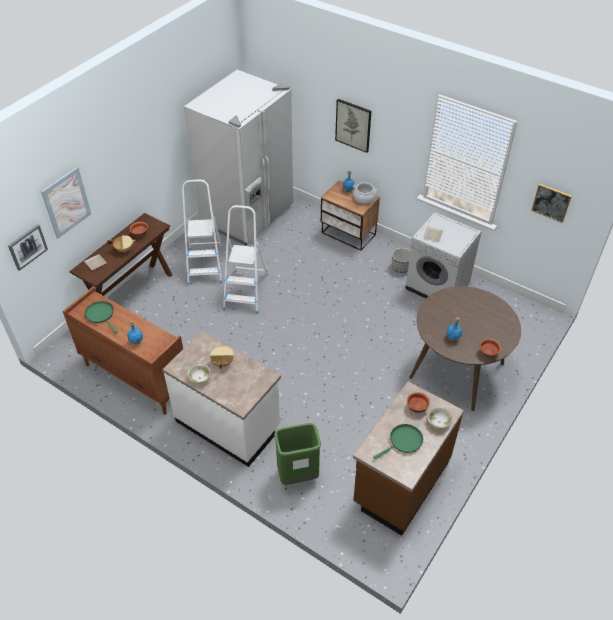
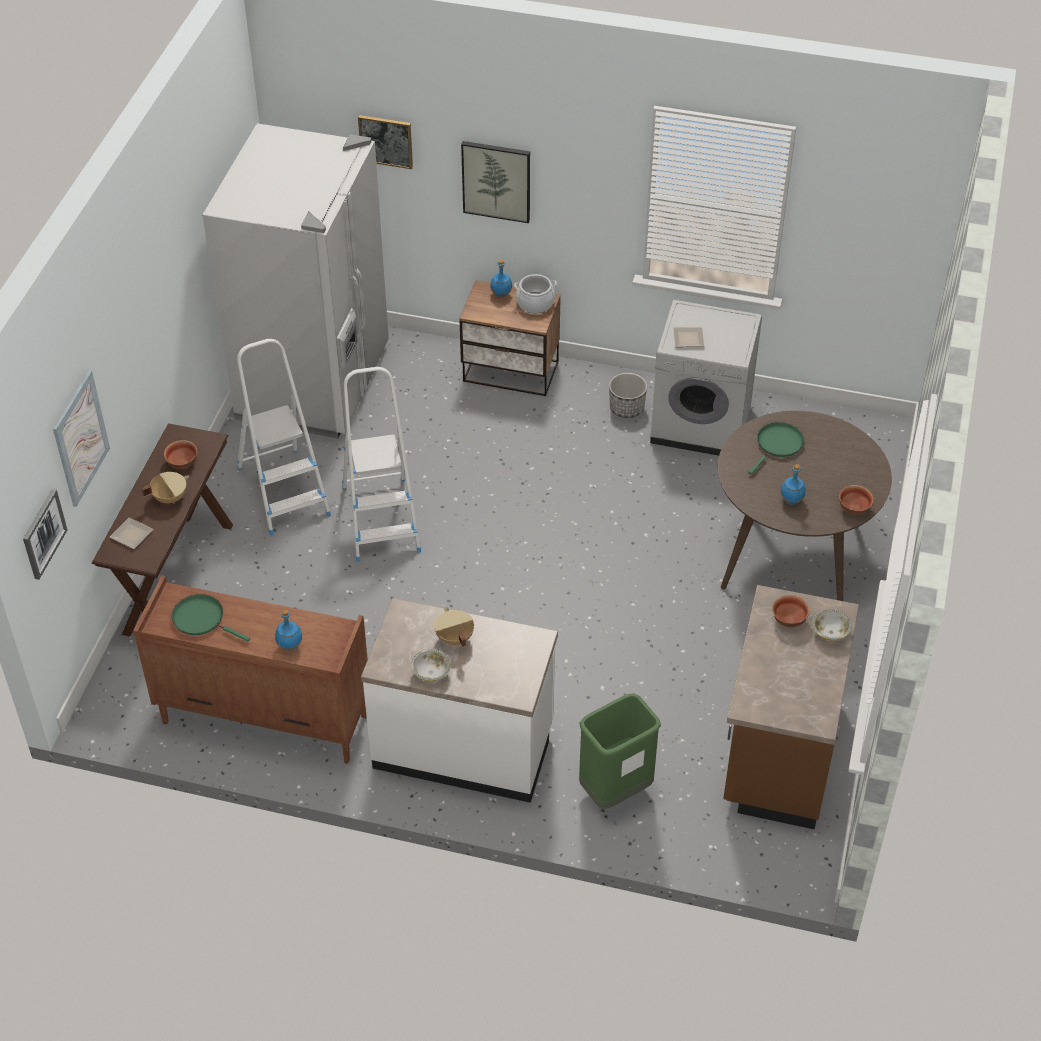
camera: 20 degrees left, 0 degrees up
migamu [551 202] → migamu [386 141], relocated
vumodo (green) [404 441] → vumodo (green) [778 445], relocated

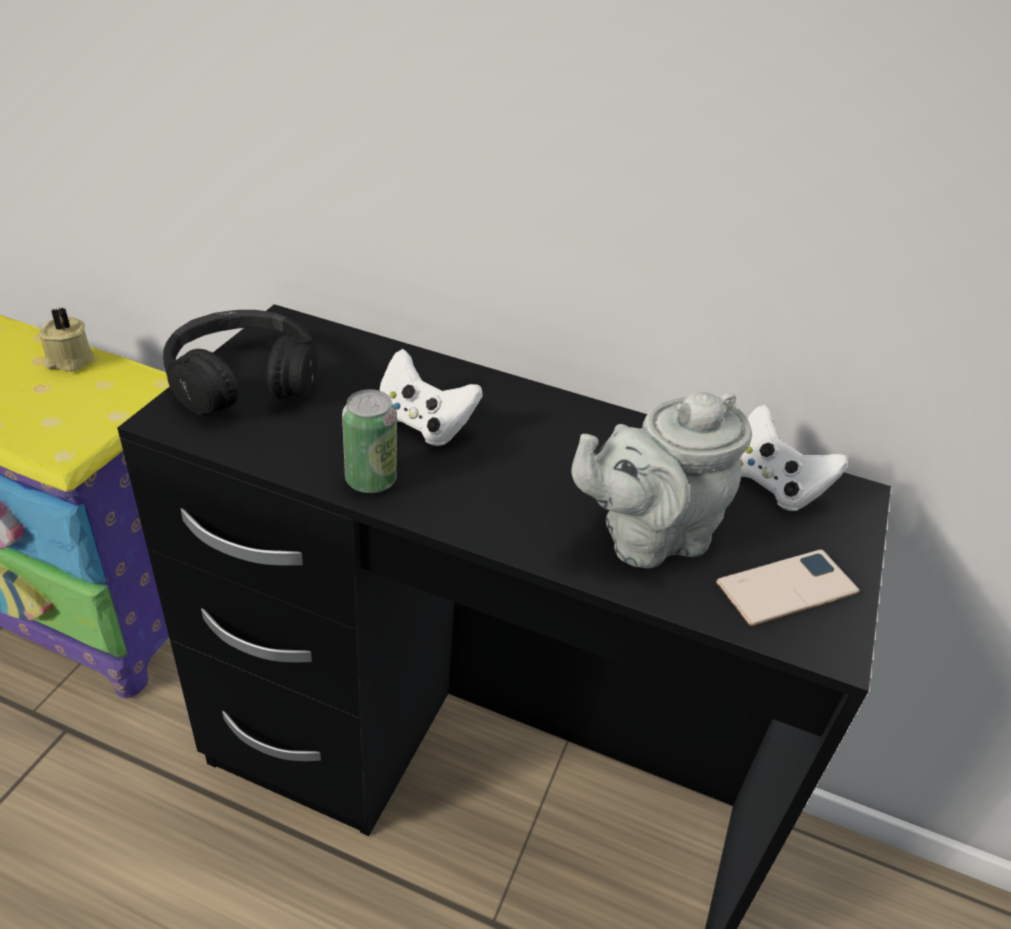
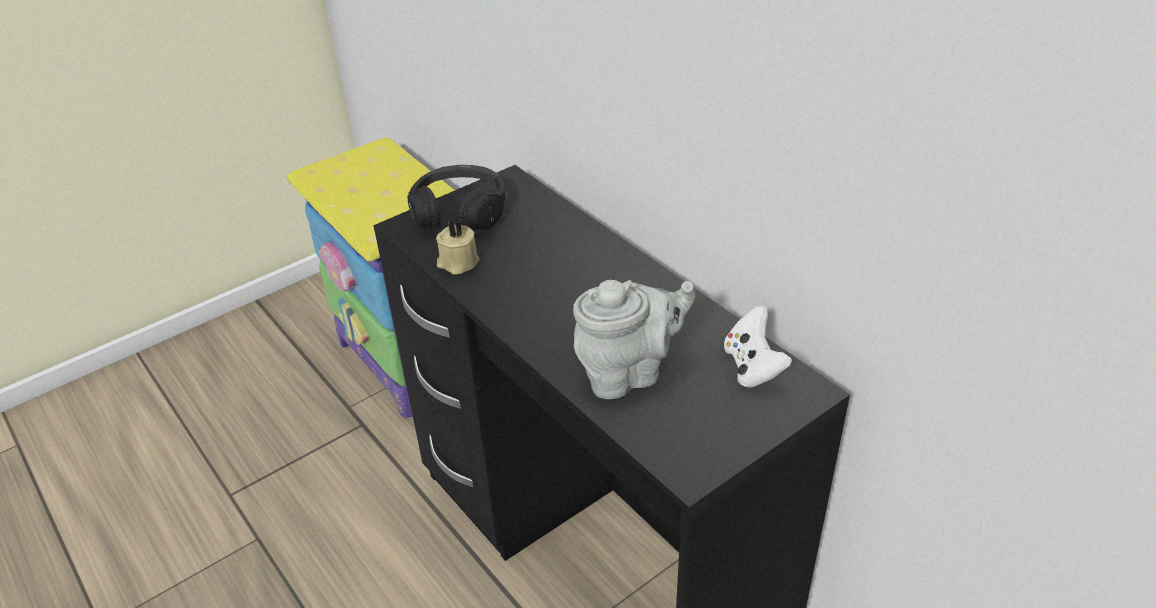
camera: 35 degrees right, 0 degrees up
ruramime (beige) [69 360] → ruramime (beige) [457 263], relocated
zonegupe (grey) [647 536] → zonegupe (grey) [629 373], 150 degrees clockwise
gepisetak [371 480] → -
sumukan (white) [423 424] → -
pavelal [787 588] → -

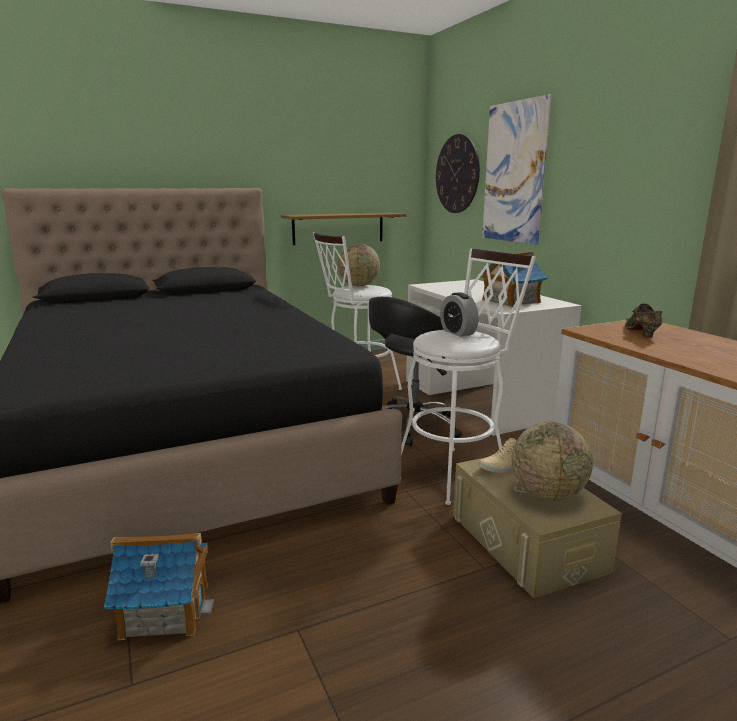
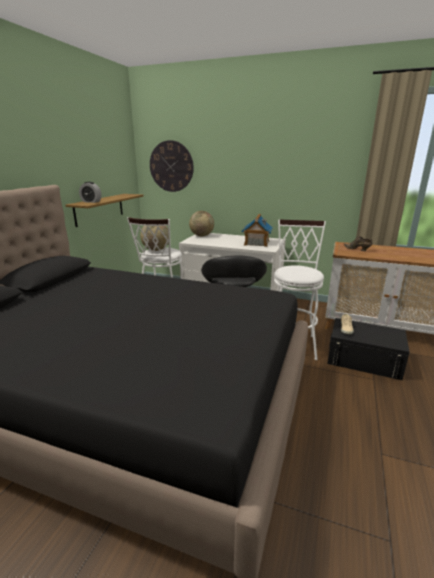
camera: 45 degrees left, 5 degrees up
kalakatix [458 332] → kalakatix [91 202], relocated
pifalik [547 494] → pifalik [201 235], relocated
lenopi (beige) [526 542] → lenopi (black) [364 359]
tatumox [165 610] → -
migamu [514 173] → -

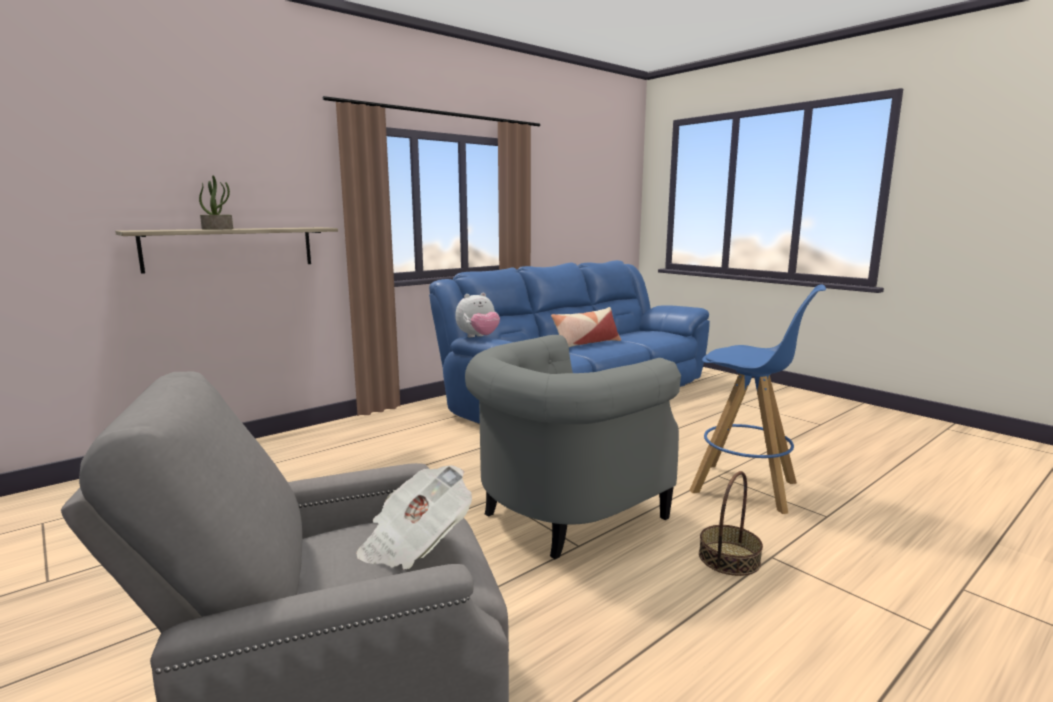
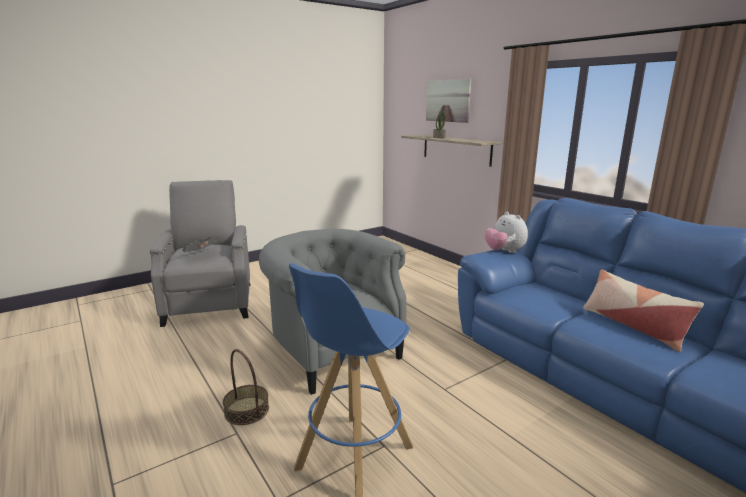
camera: 95 degrees right, 5 degrees up
- → migamu [447 101]

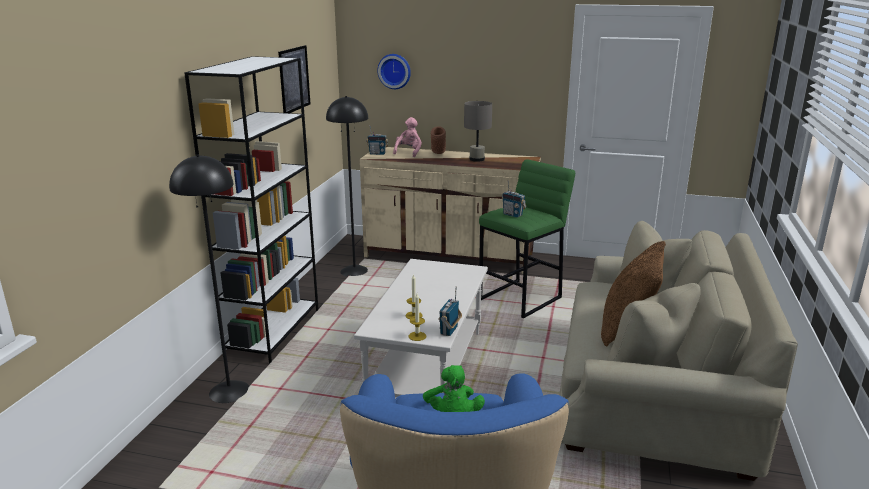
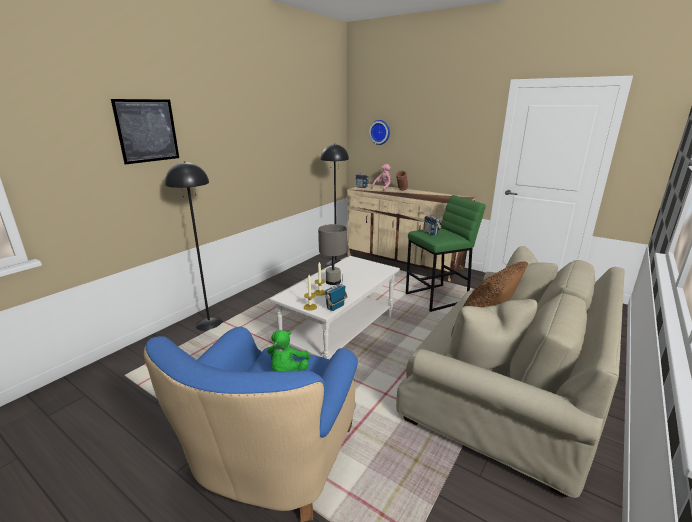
camera: 20 degrees right, 0 degrees up
migamu [294 79] → migamu [147 131], relocated
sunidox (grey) [477 159] → sunidox (grey) [333 281], relocated
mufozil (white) [273 331] → -

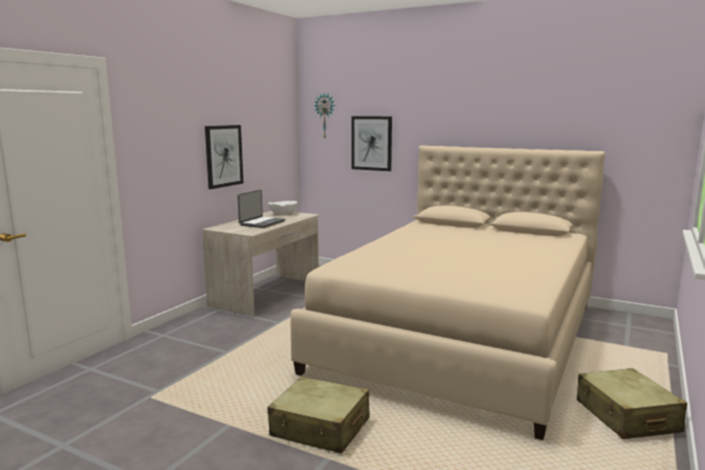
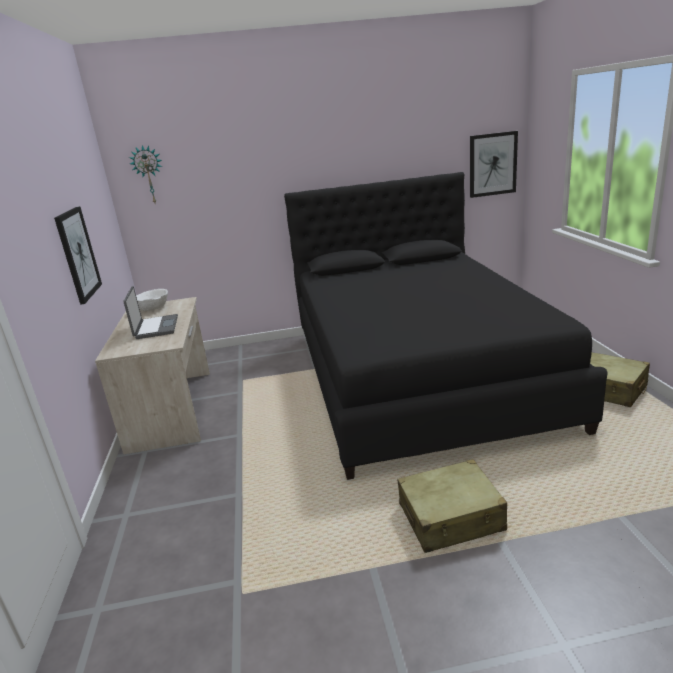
camera: 35 degrees left, 10 degrees up
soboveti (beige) [462 336] → soboveti (black) [418 374]
migamu [371 143] → migamu [492 164], relocated

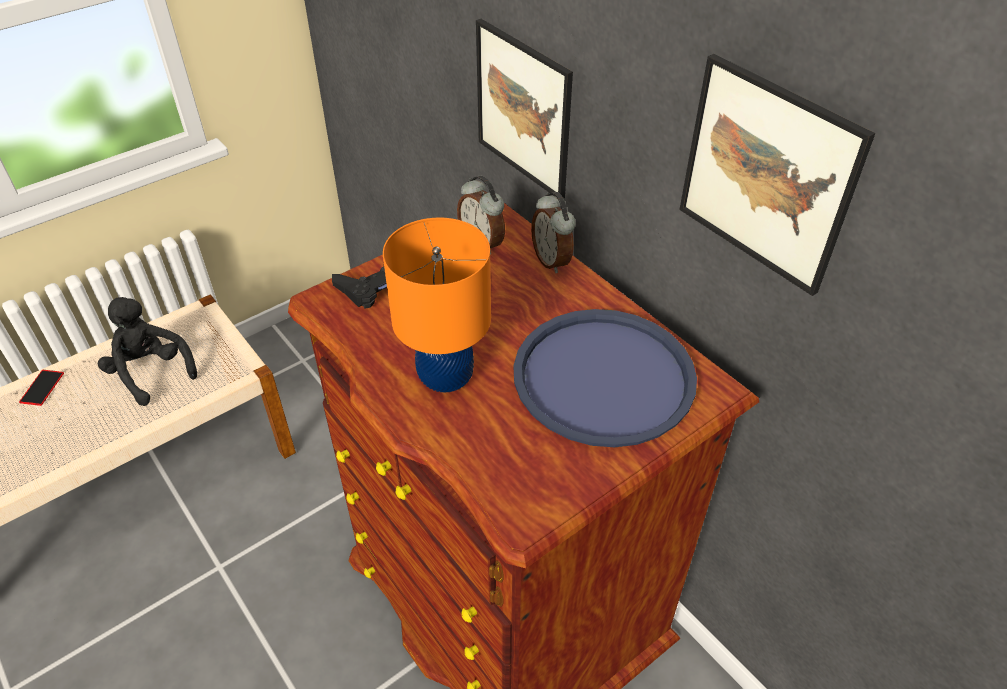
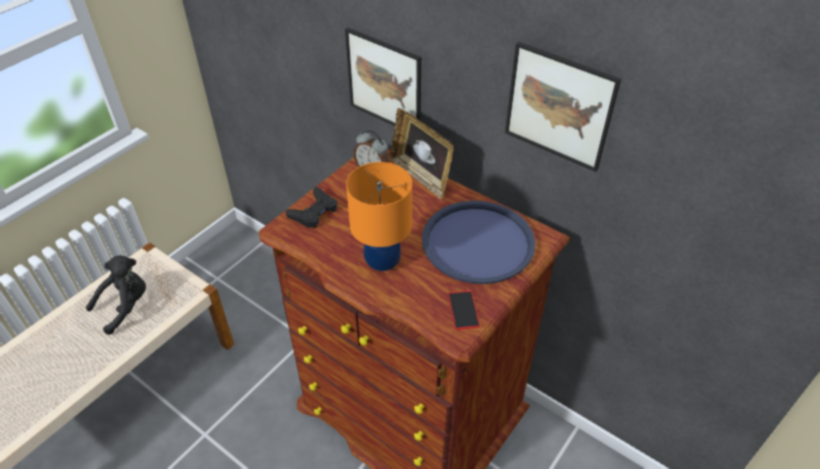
camera: 15 degrees left, 0 degrees up
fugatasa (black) [151 372] → fugatasa (black) [126 306], 105 degrees clockwise
kalakatix [552 260] → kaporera [421 176]
pavelal [42 387] → pavelal [463 310], relocated

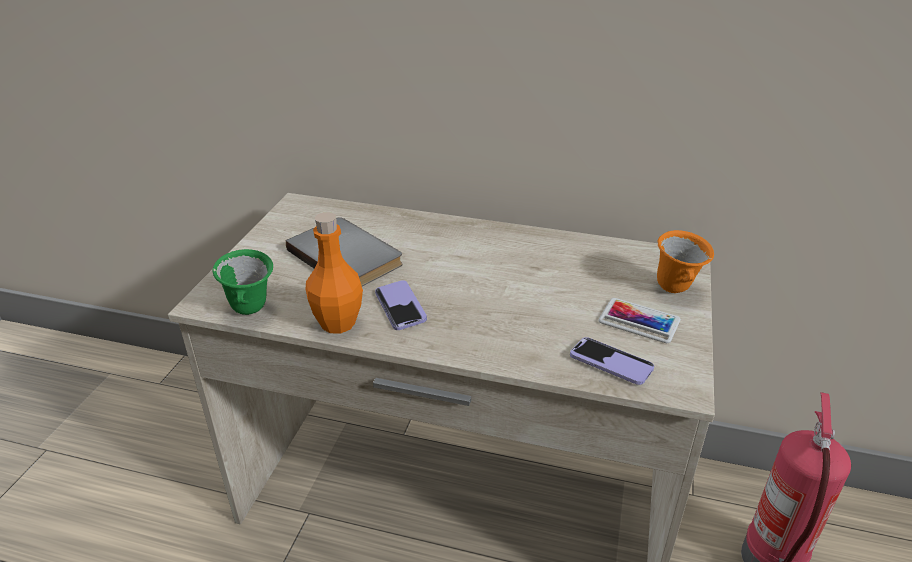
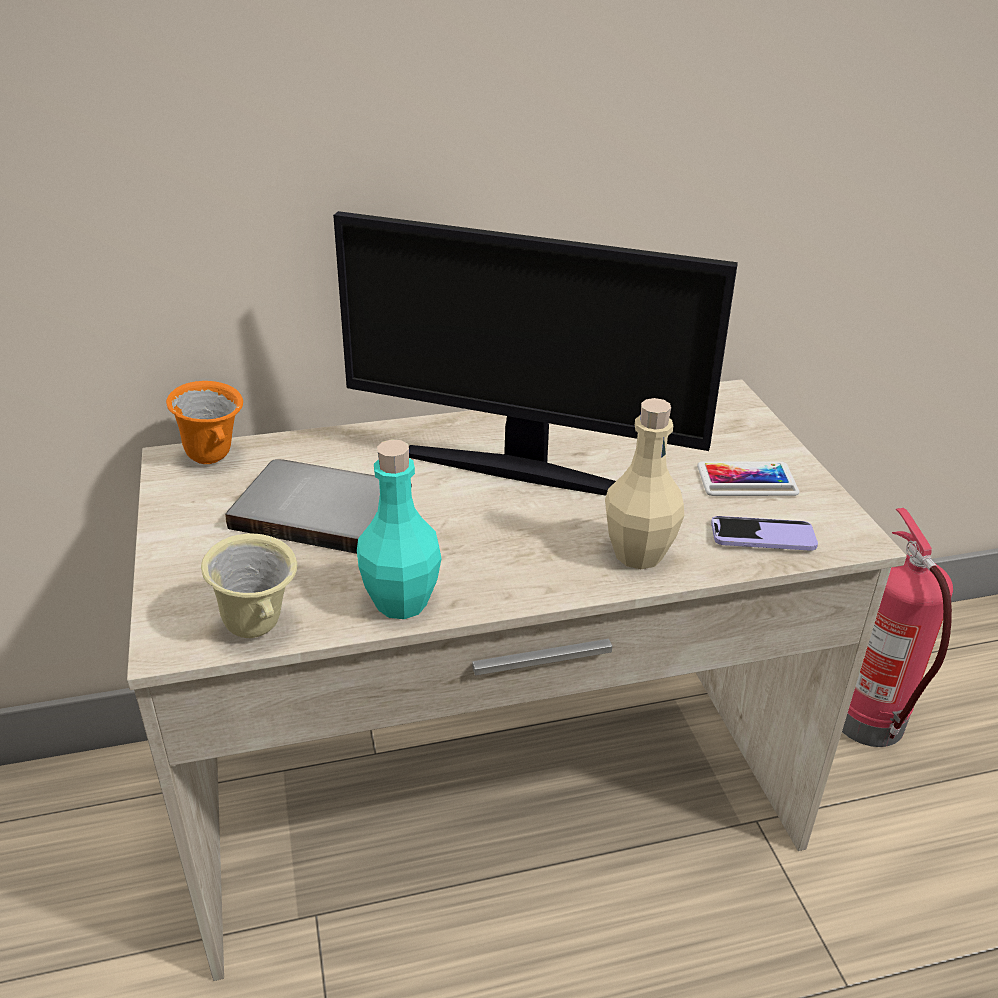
camera: 30 degrees left, 0 degrees up
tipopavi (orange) [676 289] → tipopavi (orange) [215 458], relocated
tipopavi (green) [252 311] → tipopavi (beige) [260 628]
- → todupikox [522 469]
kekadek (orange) [338 323] → kekadek (turquoise) [401 602]
- → kekadek (beige) [638 554]
pavelal [400 307] → -

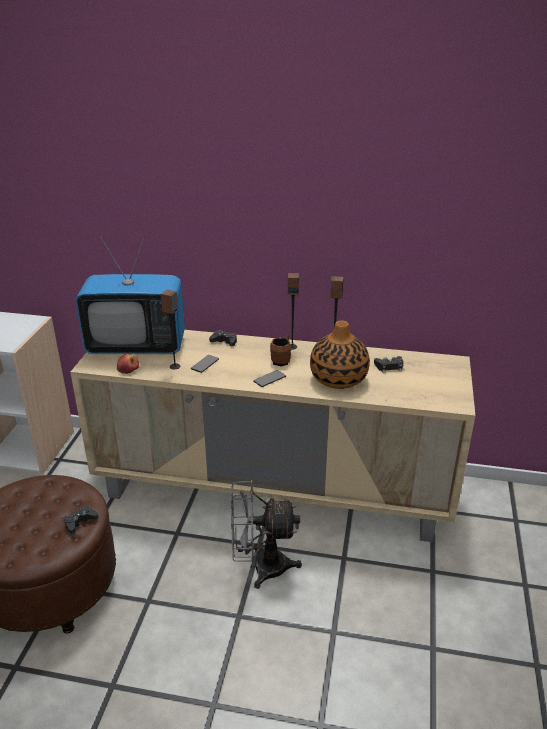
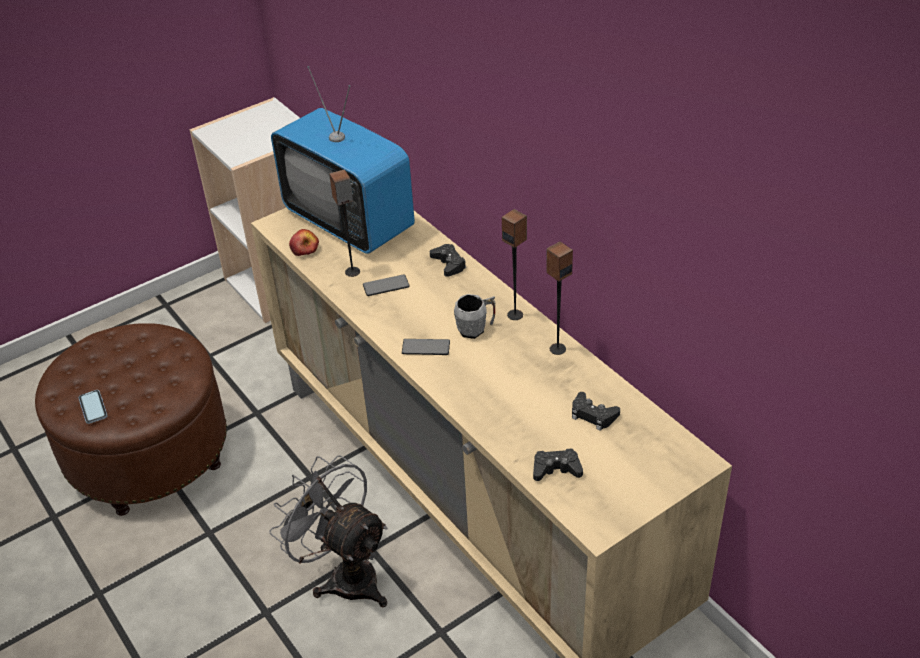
camera: 45 degrees right, 10 degrees up
- → pavelal [93 408]
tipopavi (brown) [282 360] → tipopavi (grey) [476 328]
sumukan (black) [80 522] → sumukan (black) [556 469], relocated
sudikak [338 378] → -

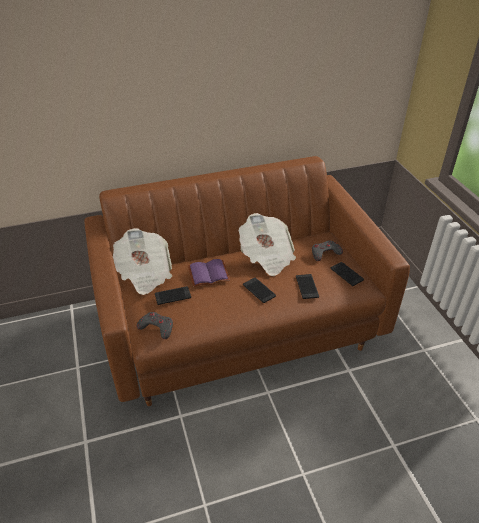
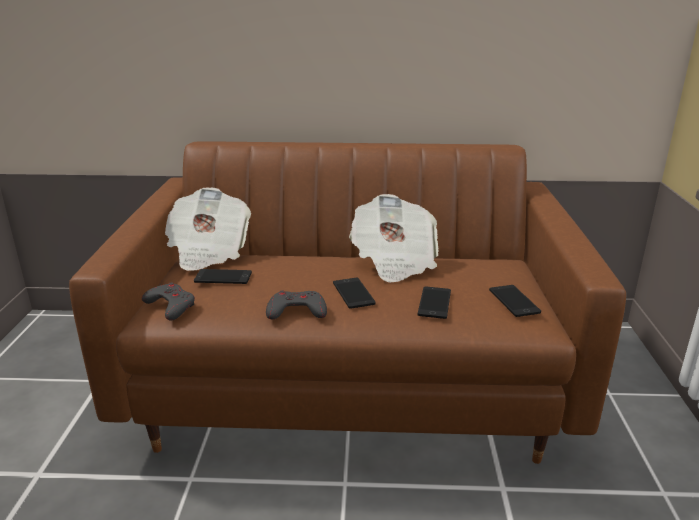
camera: 20 degrees right, 15 degrees down
sumukan (grey) [325 253] → sumukan (grey) [296 311], relocated
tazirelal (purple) [208 275] → -

